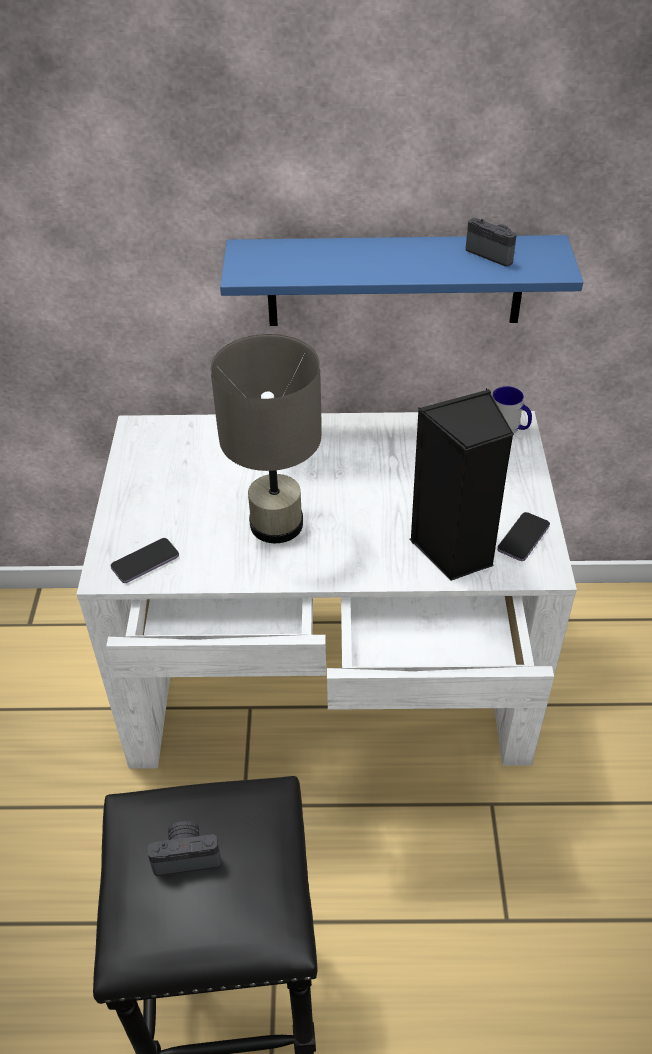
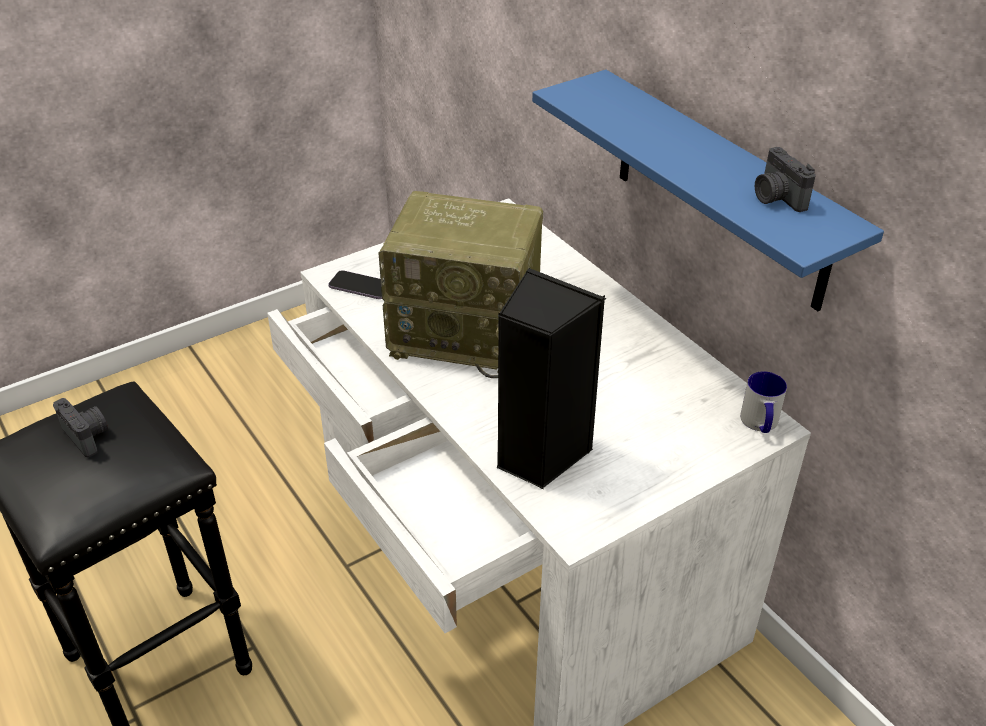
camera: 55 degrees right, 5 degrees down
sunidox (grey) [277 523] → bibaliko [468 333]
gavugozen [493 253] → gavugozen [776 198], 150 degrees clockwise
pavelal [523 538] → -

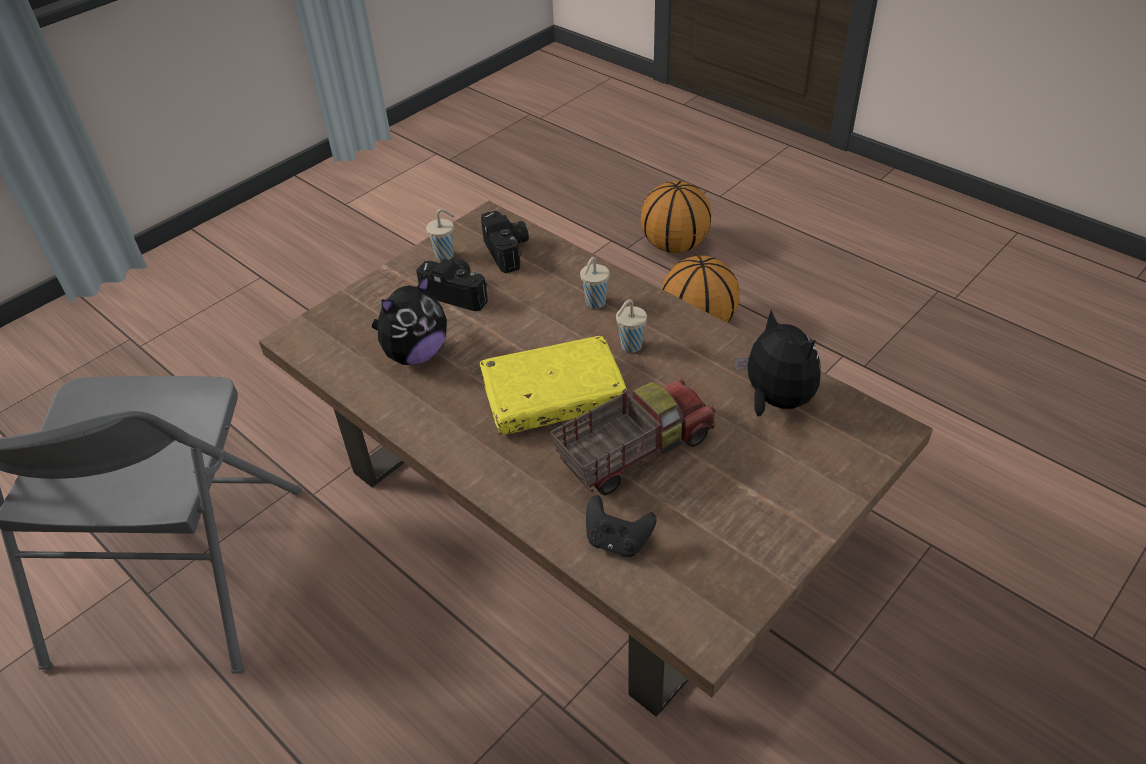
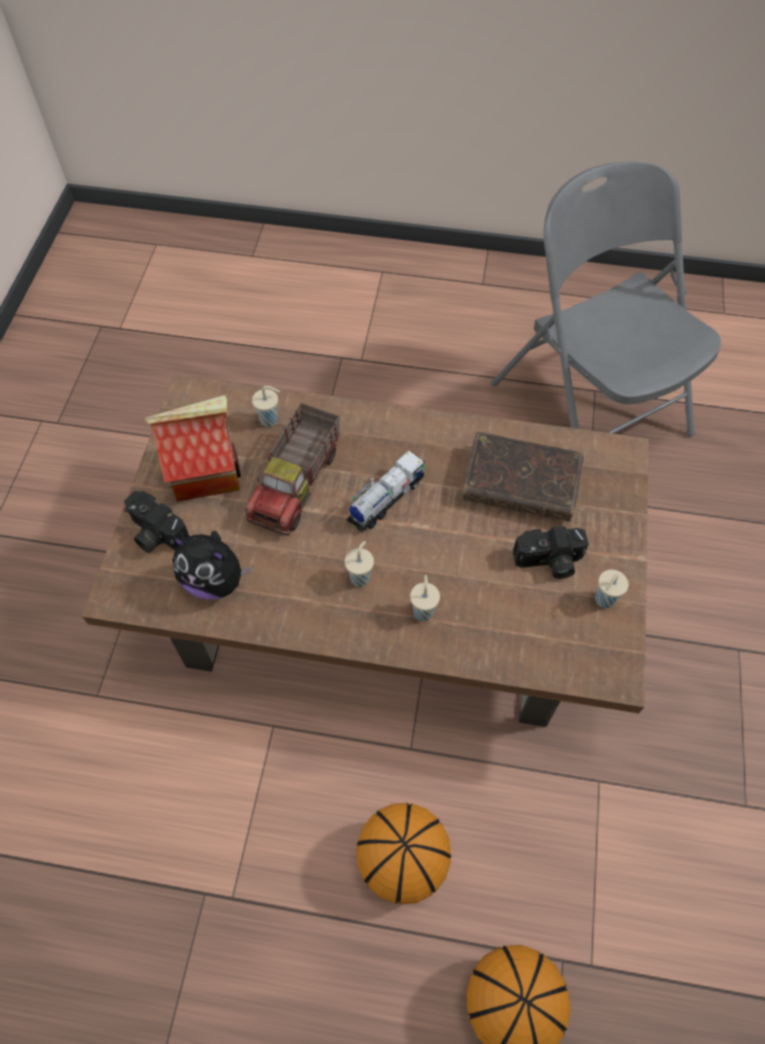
camera: 145 degrees right, 15 degrees up
gavugozen [509 251] → gavugozen [154 533], relocated
- → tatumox [207 472]
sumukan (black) [617 541] → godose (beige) [270 420]
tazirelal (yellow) [553 396] → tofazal [386 500]
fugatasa [415 354] → tazirelal (brown) [520 484]

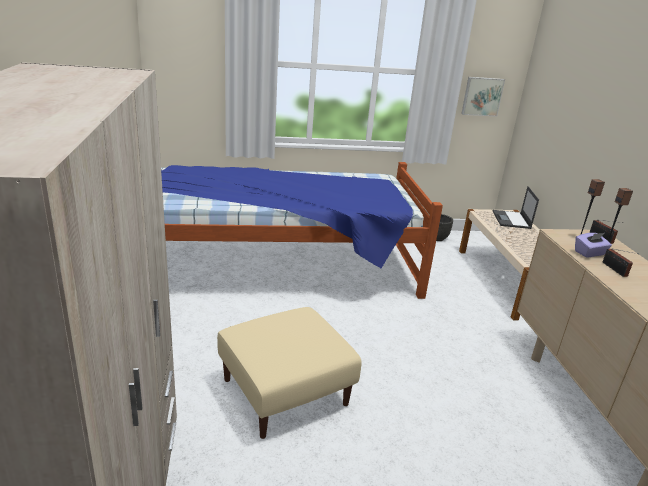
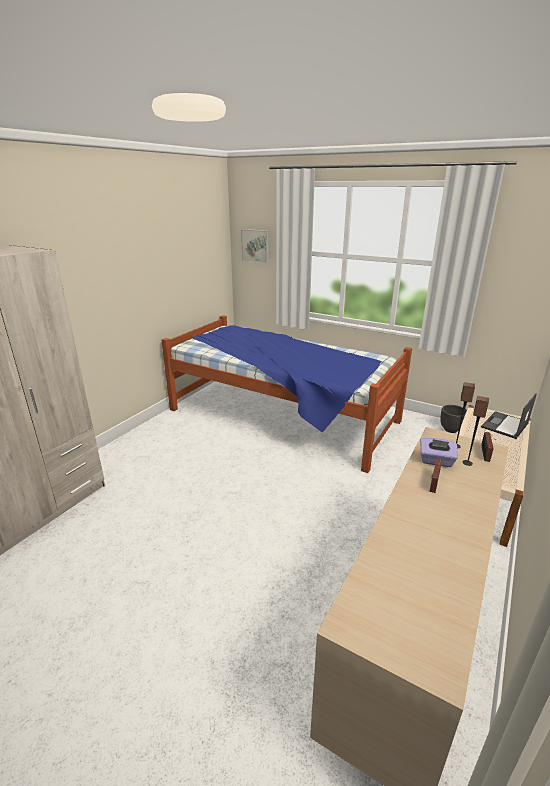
camera: 40 degrees right, 0 degrees up
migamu [482 96] → migamu [255 245], relocated
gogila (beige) [285 391] → -

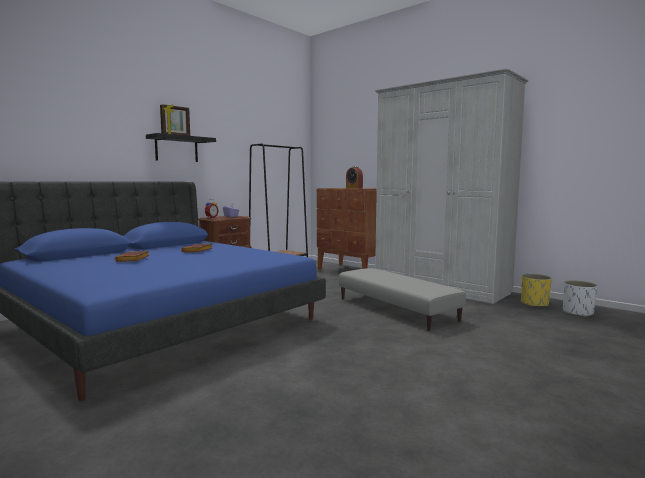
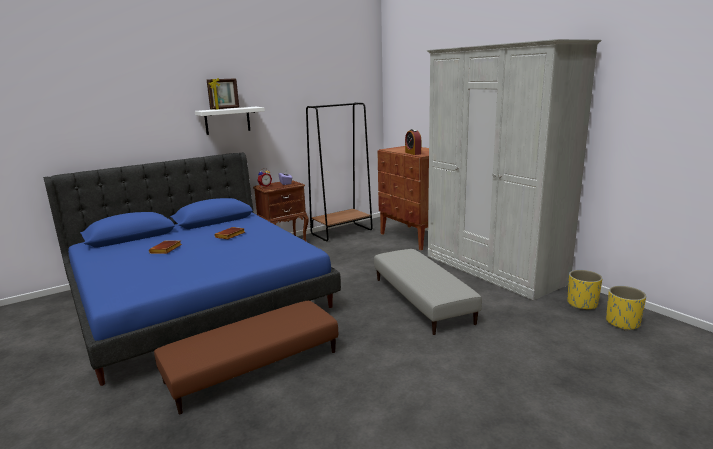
camera: 15 degrees right, 10 degrees up
- → gogila (brown) [253 366]
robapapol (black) [176 149] → robapapol (white) [227 120]
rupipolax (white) [578 313] → rupipolax (yellow) [622 323]

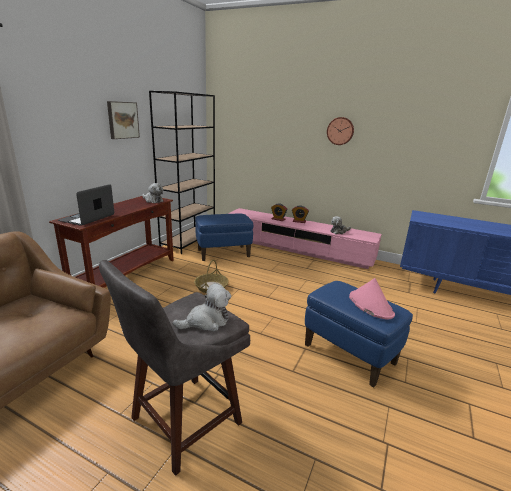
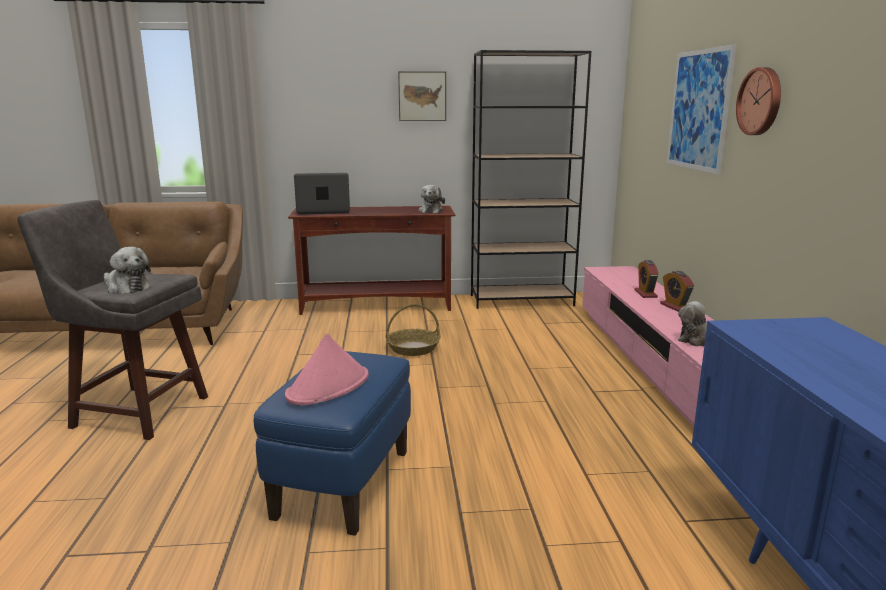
camera: 60 degrees right, 5 degrees down
- → migamu [699 110]
gogila (blue) [224 253] → -

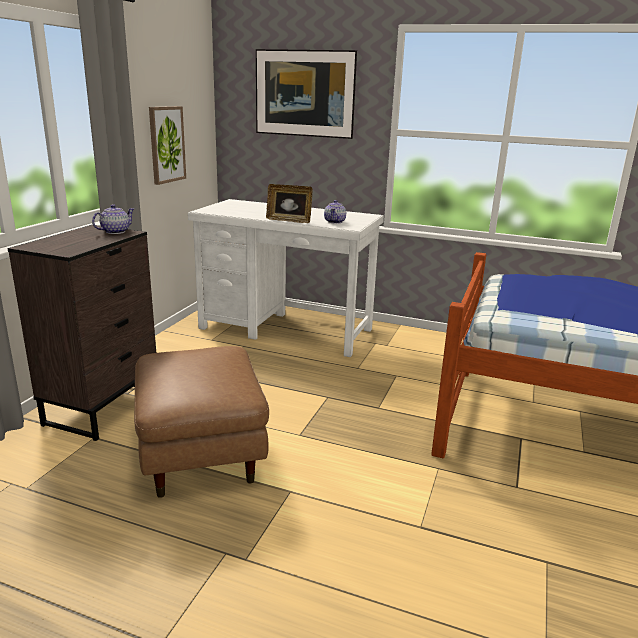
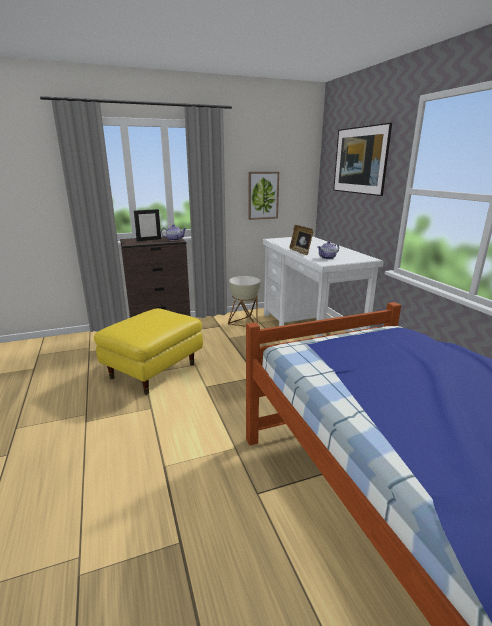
camera: 50 degrees right, 0 degrees up
gogila (brown) [200 453] → gogila (yellow) [154 370]
- → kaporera [149 239]
- → rupipolax [245 322]

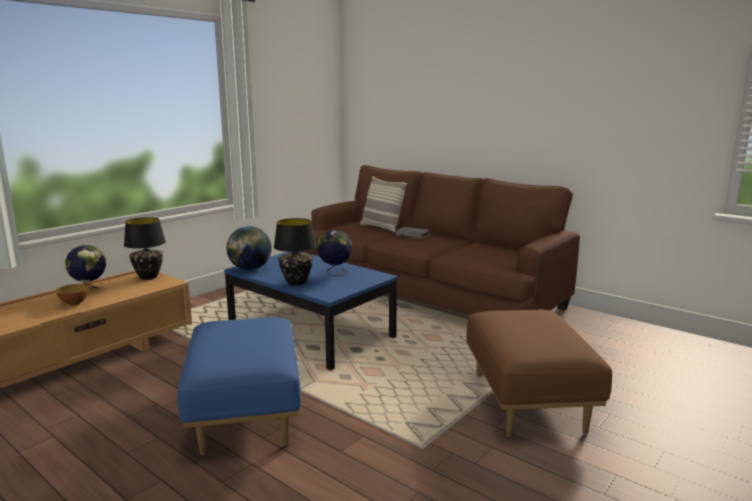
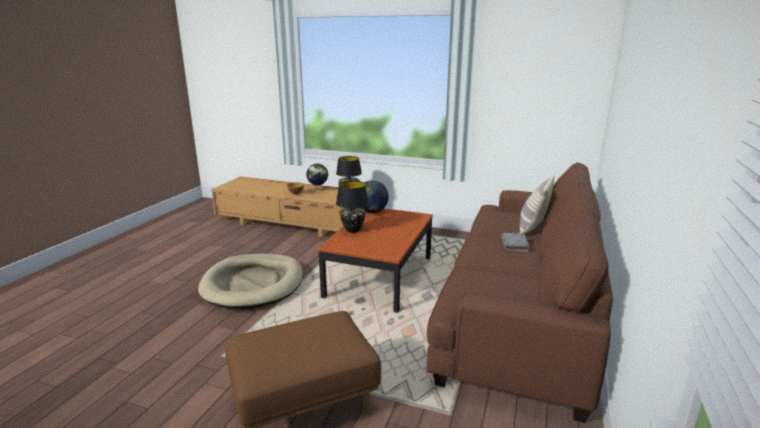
camera: 70 degrees right, 5 degrees up
gogila (blue) [244 414] → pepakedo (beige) [253 284]
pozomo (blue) [311 333] → pozomo (brown) [380 277]
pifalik [335 273] → -

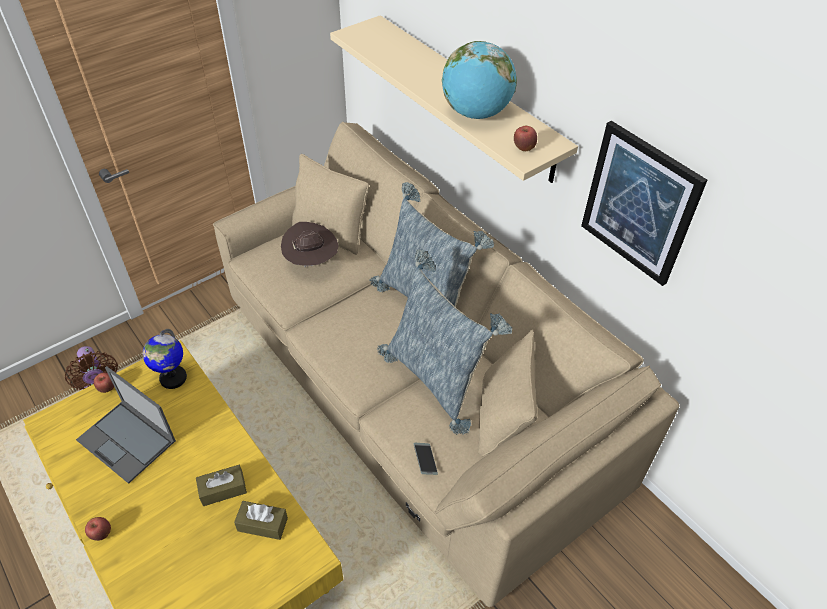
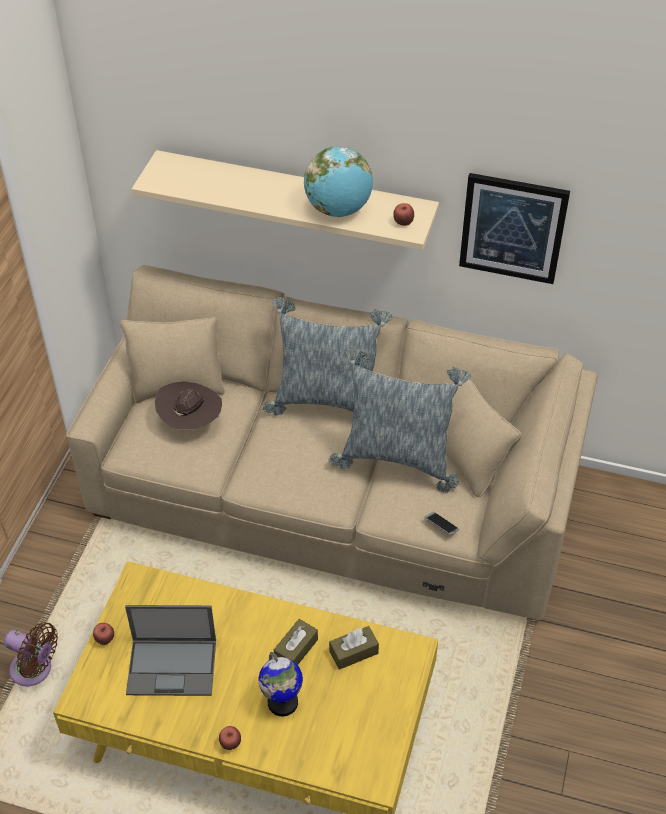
camera: 35 degrees left, 0 degrees up
pifalik [173 378] → pifalik [282 703], relocated

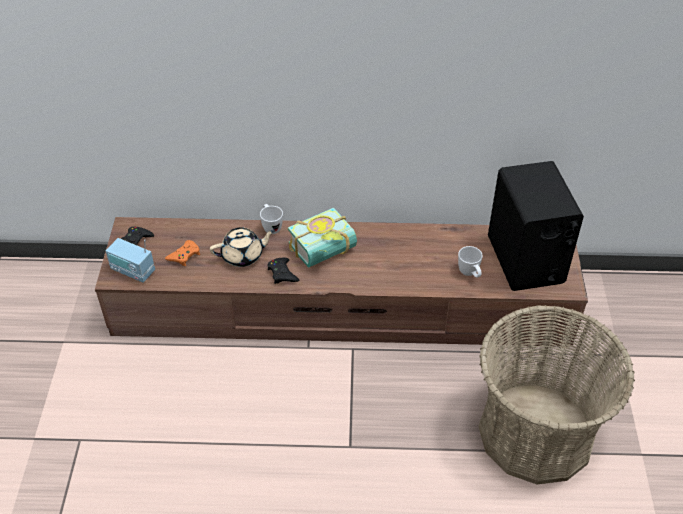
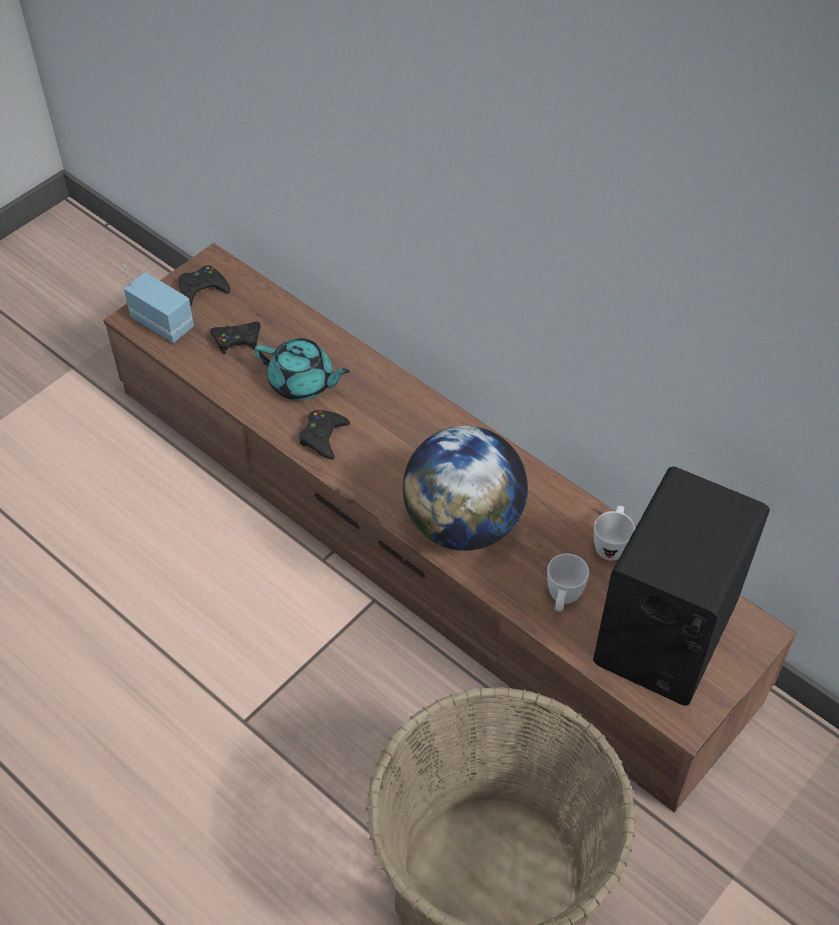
camera: 40 degrees right, 5 degrees up
bibaliko [133 271] → bibaliko [163 323], 150 degrees clockwise
sumukan (orange) [184 255] → sumukan (black) [237 340]
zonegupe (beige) [243 255] → zonegupe (turquoise) [302 383]
- → pifalik [463 523]
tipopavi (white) [271 227] → tipopavi (white) [611 544], relocated
tazirelal [325 253] → -

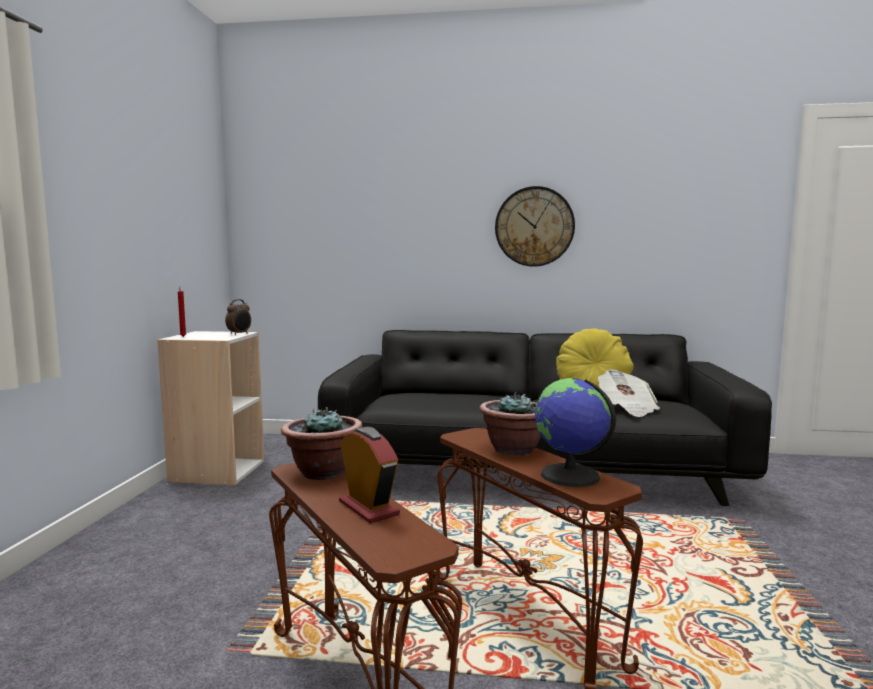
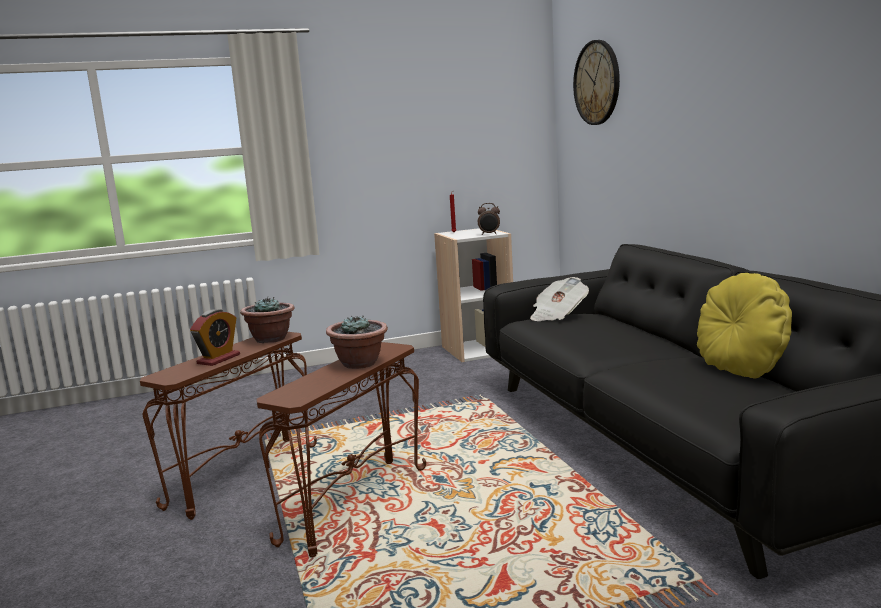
camera: 65 degrees right, 5 degrees up
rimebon [627 409] → rimebon [557 315], relocated
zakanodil [534 226] → zakanodil [597 83], relocated
pifalik [570 476] → -

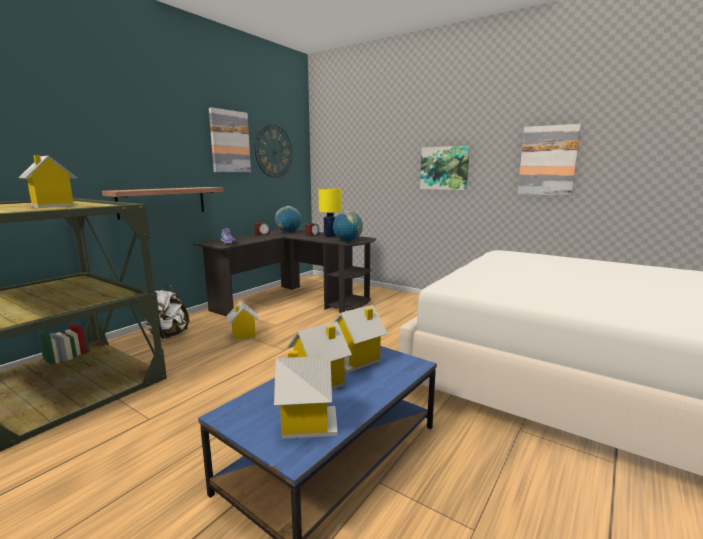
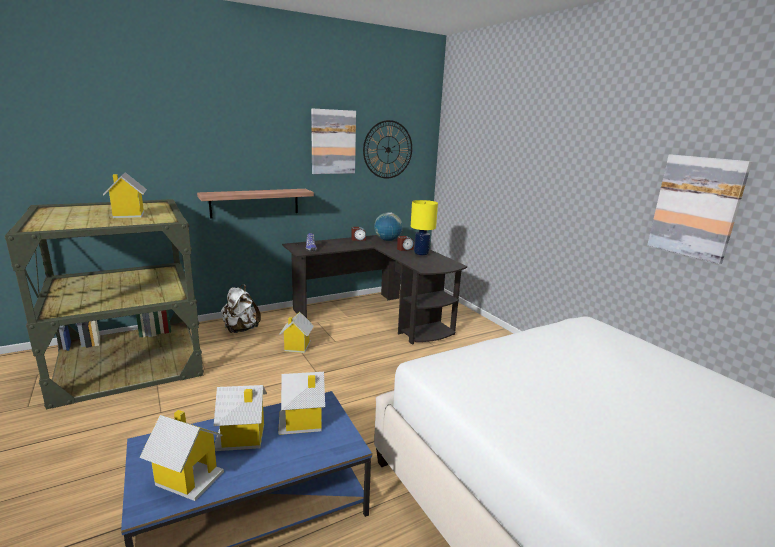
camera: 25 degrees right, 5 degrees up
pifalik [347 241] → -
migamu [444 168] → -

